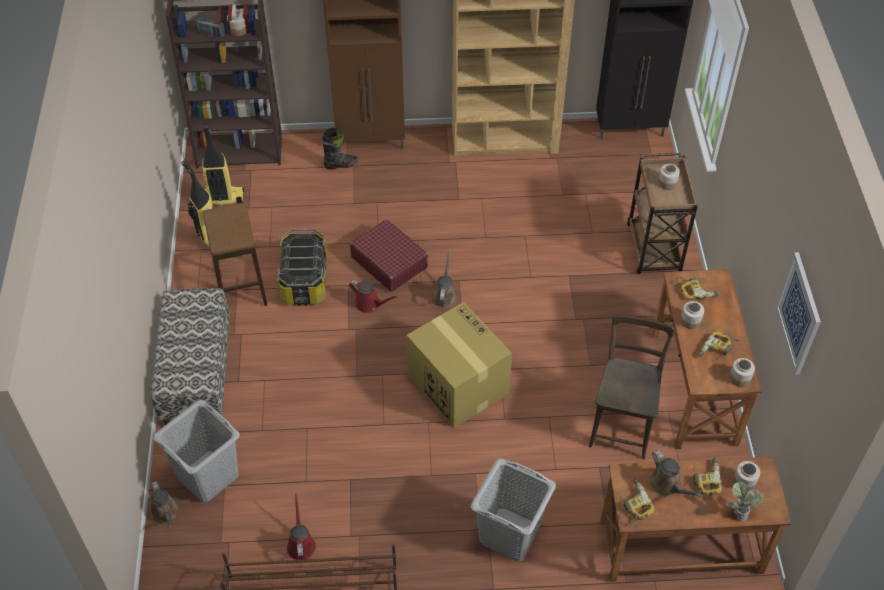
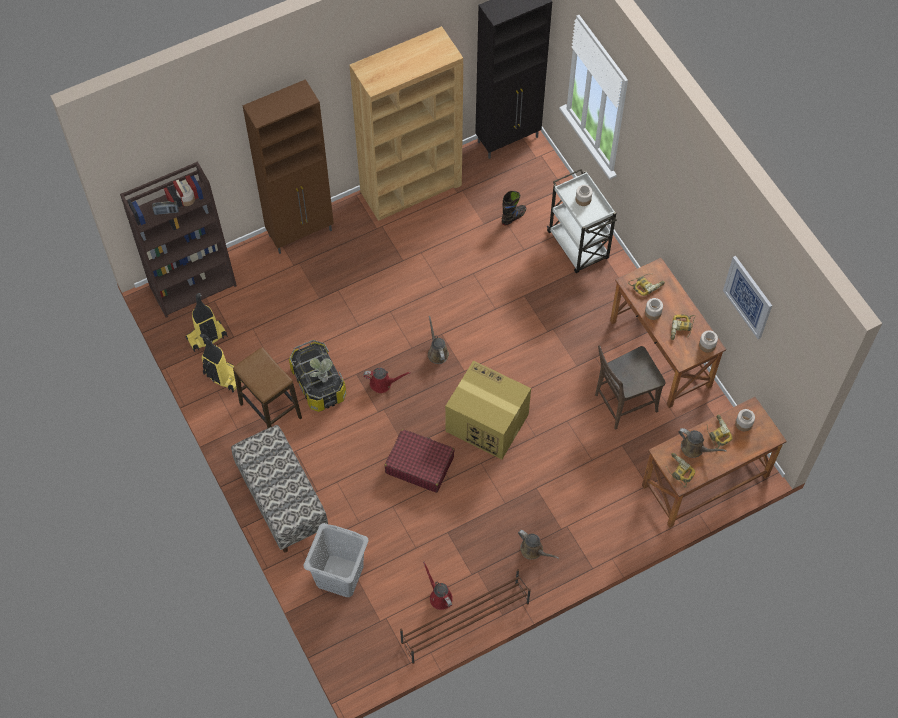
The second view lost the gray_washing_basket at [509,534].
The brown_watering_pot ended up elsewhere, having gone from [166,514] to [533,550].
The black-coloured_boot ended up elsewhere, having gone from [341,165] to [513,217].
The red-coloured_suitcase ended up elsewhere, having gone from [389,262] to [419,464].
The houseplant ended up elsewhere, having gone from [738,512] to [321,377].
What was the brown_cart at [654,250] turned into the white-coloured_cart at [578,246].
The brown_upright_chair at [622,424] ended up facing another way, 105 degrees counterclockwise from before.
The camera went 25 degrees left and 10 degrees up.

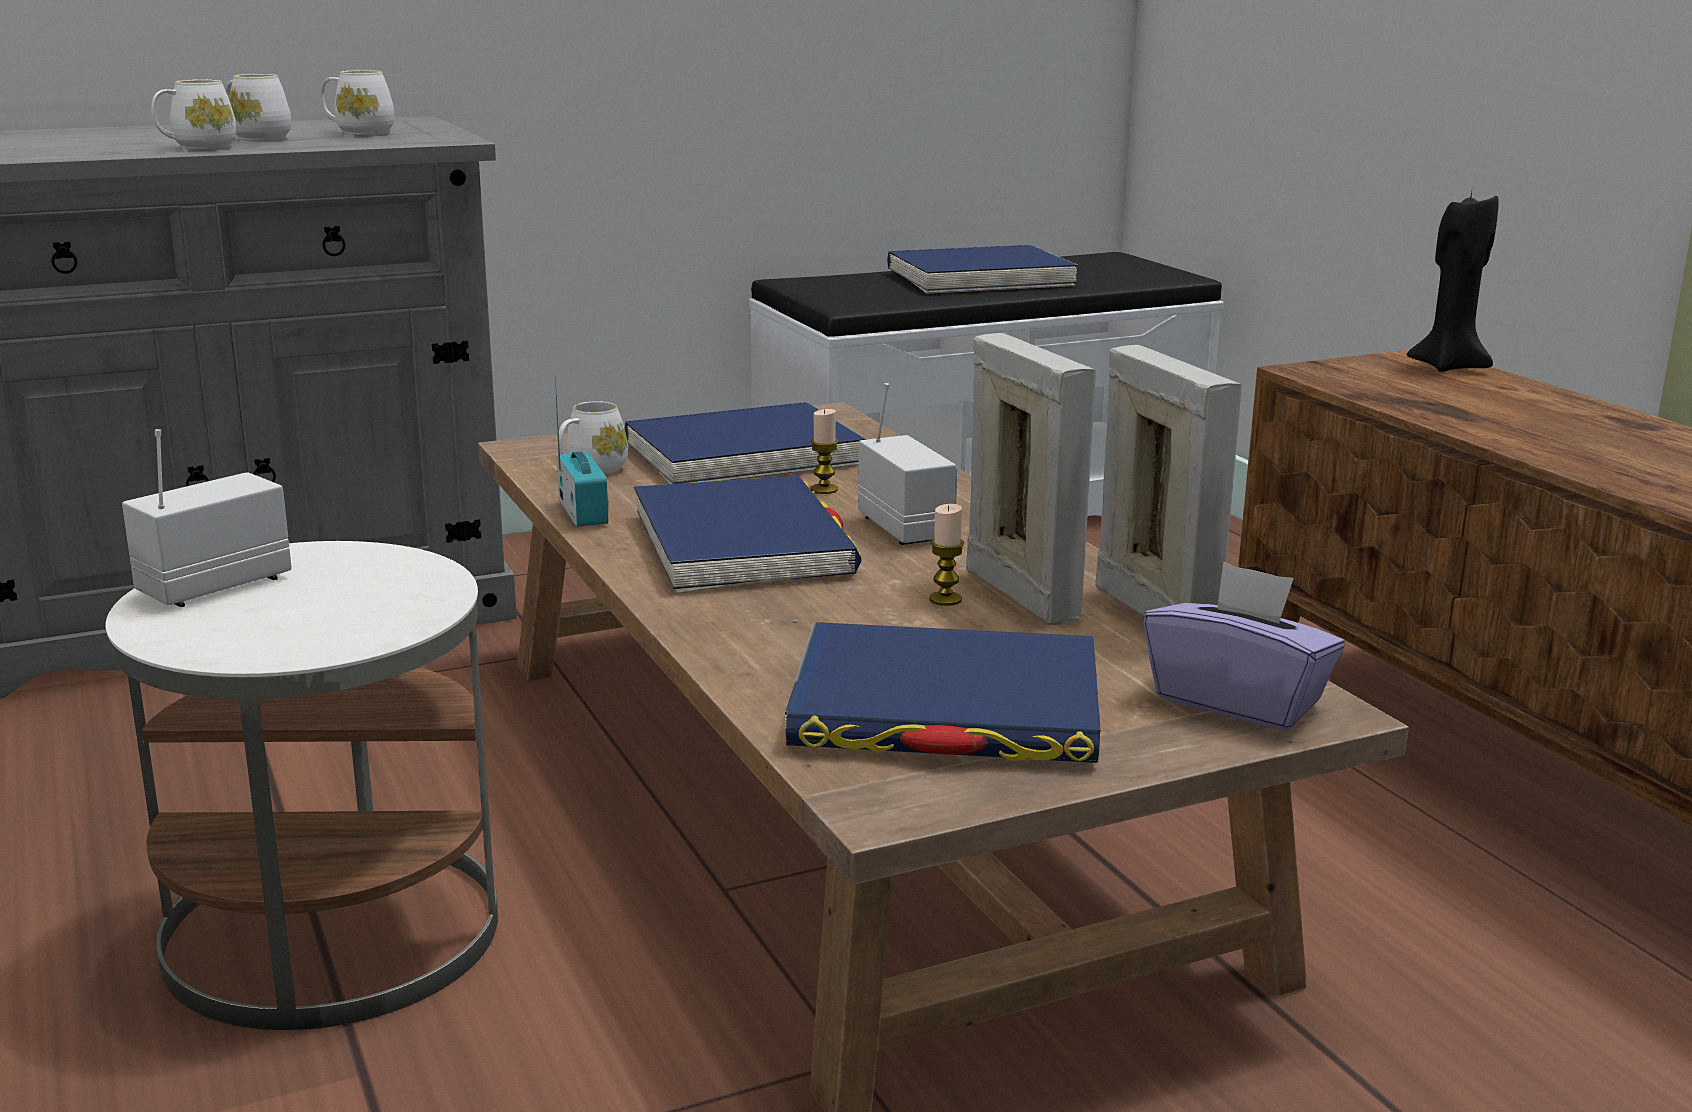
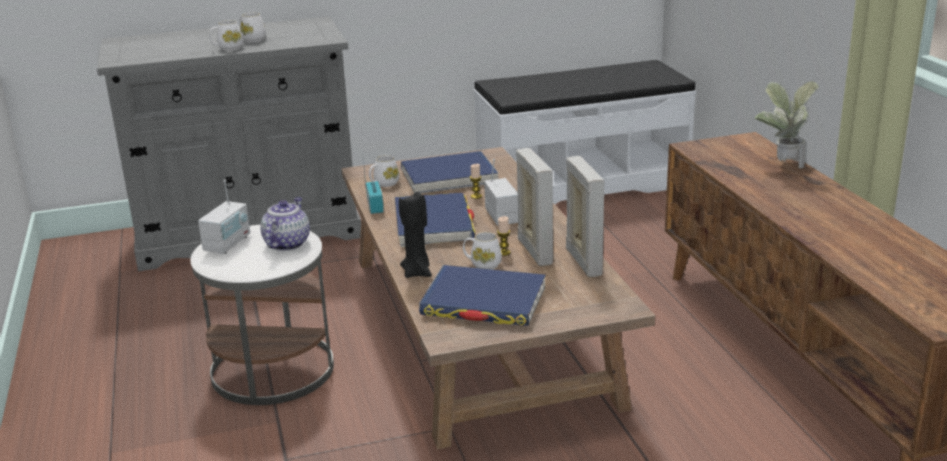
The second view lost the blue_book at [980,278].
The second view lost the purplish_tissue_holder at [1238,701].
The second view gained the teapot at [287,243].
The second view gained the houseplant at [782,165].
The white-coloured_tea_mug ended up elsewhere, having gone from [358,132] to [482,264].
The black-coloured_candle ended up elsewhere, having gone from [1448,366] to [417,272].
The radio at [213,585] ended up facing another way, 150 degrees clockwise from before.
The camera went 10 degrees right and 5 degrees up.

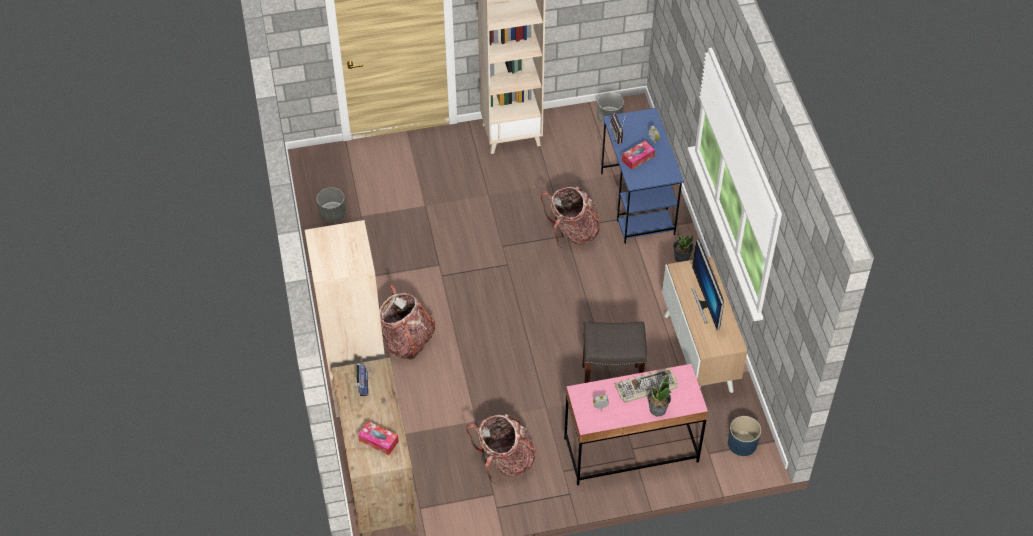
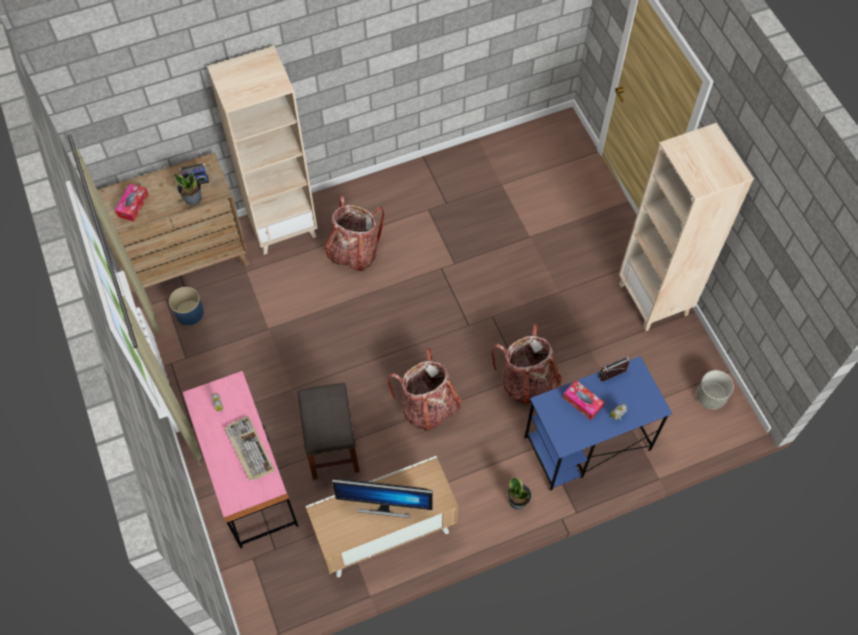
The second view lost the gray_flower_pot at [332,214].
The rucksack ended up elsewhere, having gone from [505,461] to [428,406].
The houseplant ended up elsewhere, having gone from [657,409] to [193,198].
The blue_flower_pot ended up elsewhere, having gone from [742,443] to [189,312].
The computer_display at [705,304] ended up facing another way, 150 degrees counterclockwise from before.
The camera went 80 degrees right and 10 degrees up.

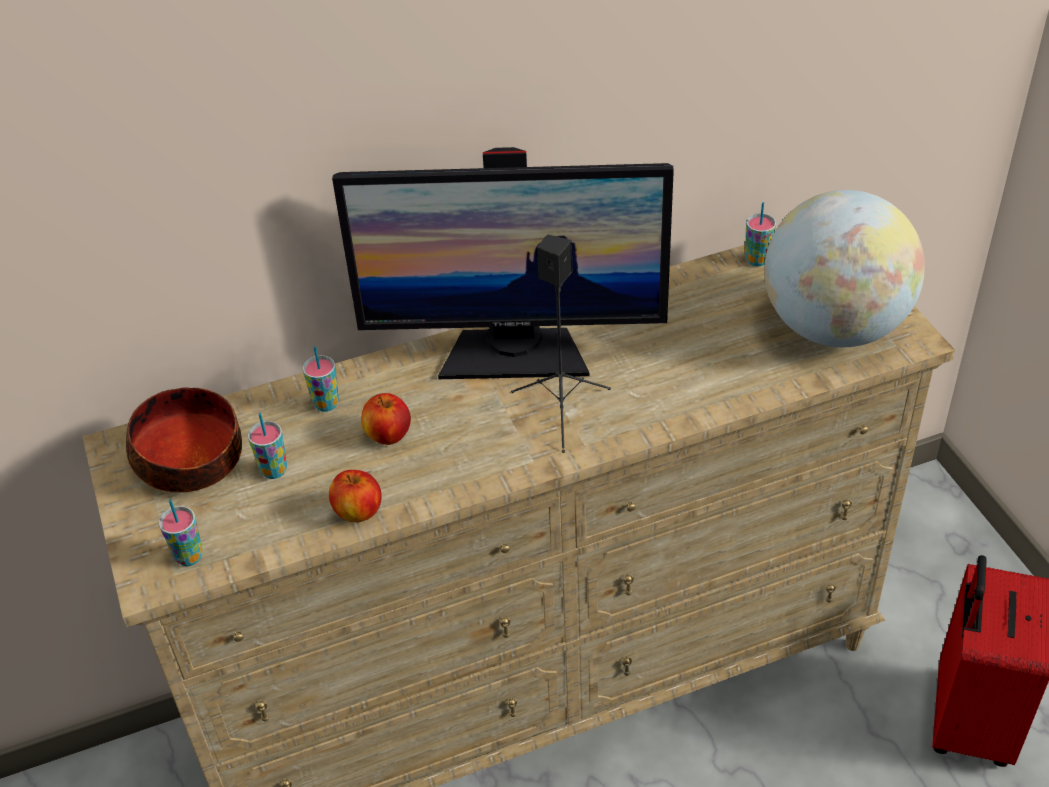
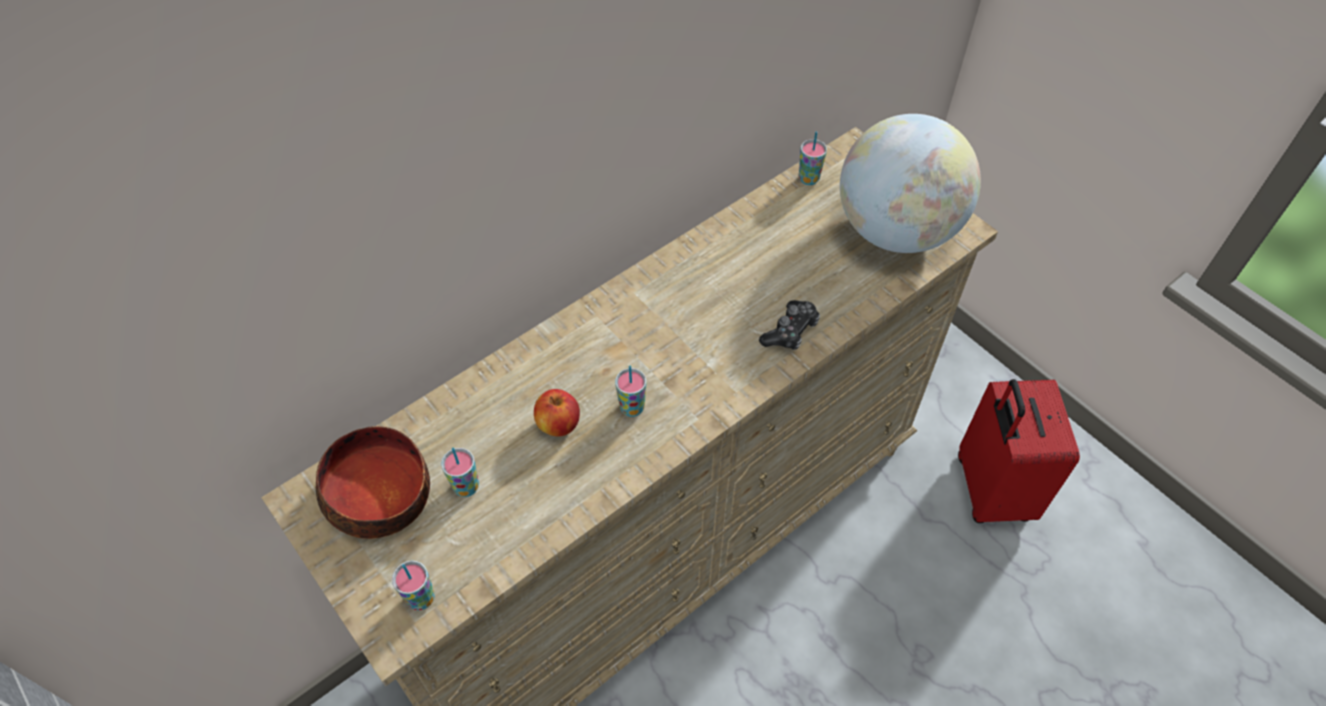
The second view lost the whole_apple at [358,512].
The second view lost the computer_display at [514,351].
The second view lost the black-coloured_audio_speaker at [562,409].
The second view gained the gamepad at [790,331].
The small_cup ended up elsewhere, having gone from [326,404] to [632,408].
The camera went 20 degrees left and 10 degrees up.

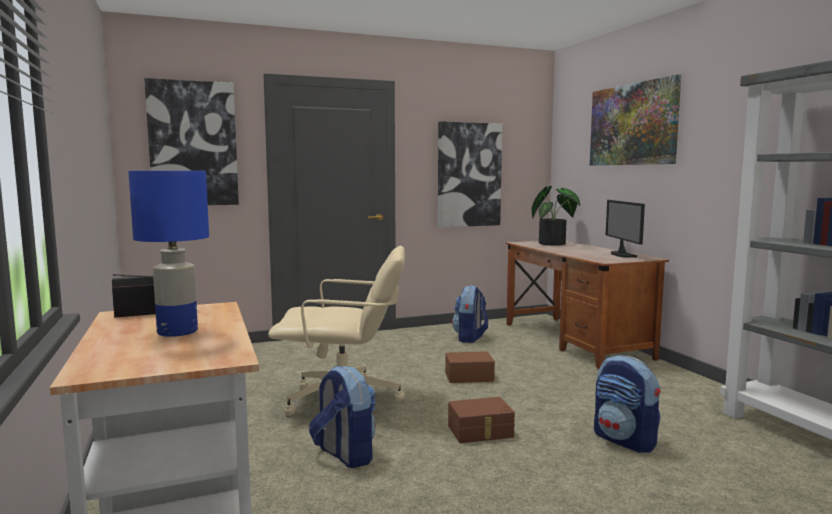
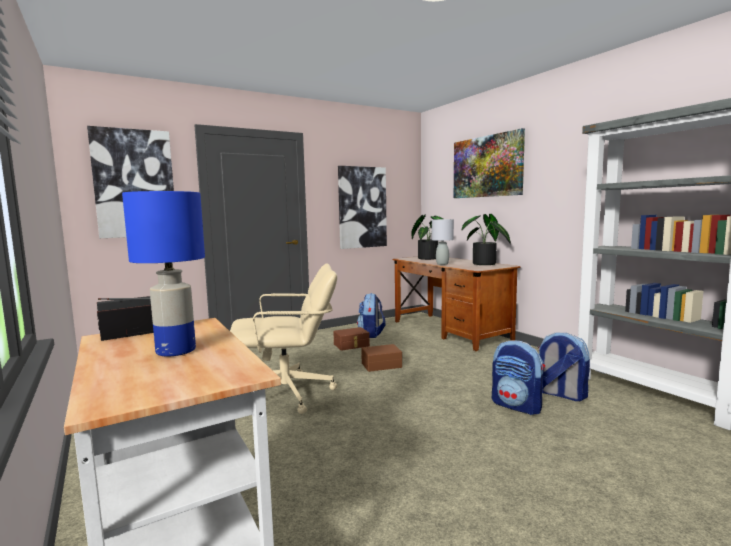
The second view gained the gray_lamp_for_a_table at [442,264].
The rucksack ended up elsewhere, having gone from [344,455] to [560,394].
The brown_storage_bin ended up elsewhere, having gone from [481,432] to [352,345].
Where the computer_display stood at [622,255], the houseplant came to stand at [485,264].
The camera went 10 degrees left and 0 degrees up.

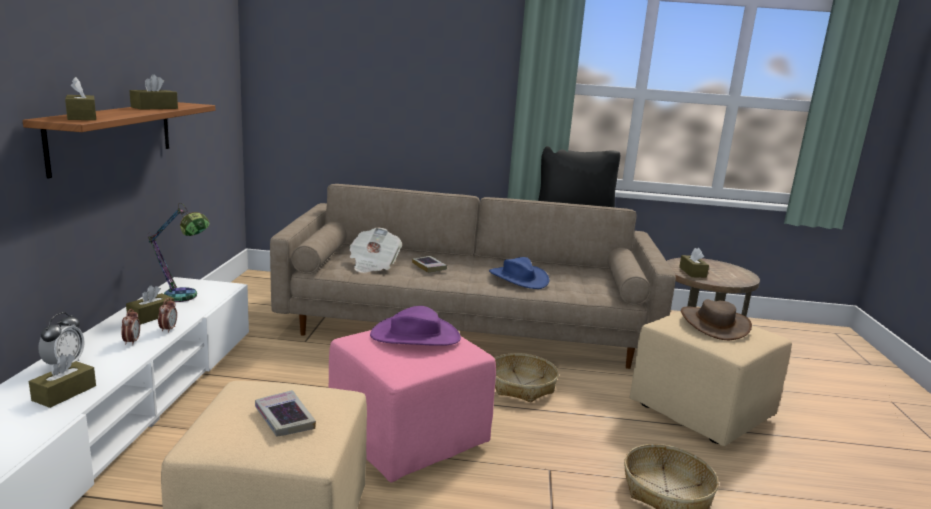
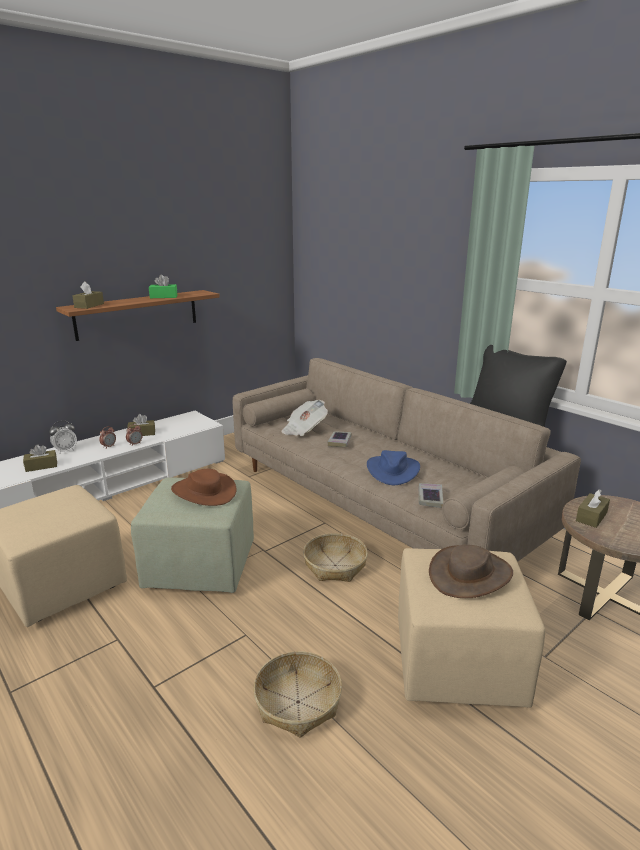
The second view lost the lamp_for_a_table at [185,299].
The book ended up elsewhere, having gone from [284,418] to [430,498].
What was the brown_tissue_holder at [154,108] turned into the green-coloured_tissue_holder at [163,297].
What was the pinkish_footrest at [409,437] turned into the green-coloured_footrest at [202,566].
What was the purplish_hat at [415,336] turned into the brown_hat at [204,491].
The camera went 45 degrees right and 5 degrees up.

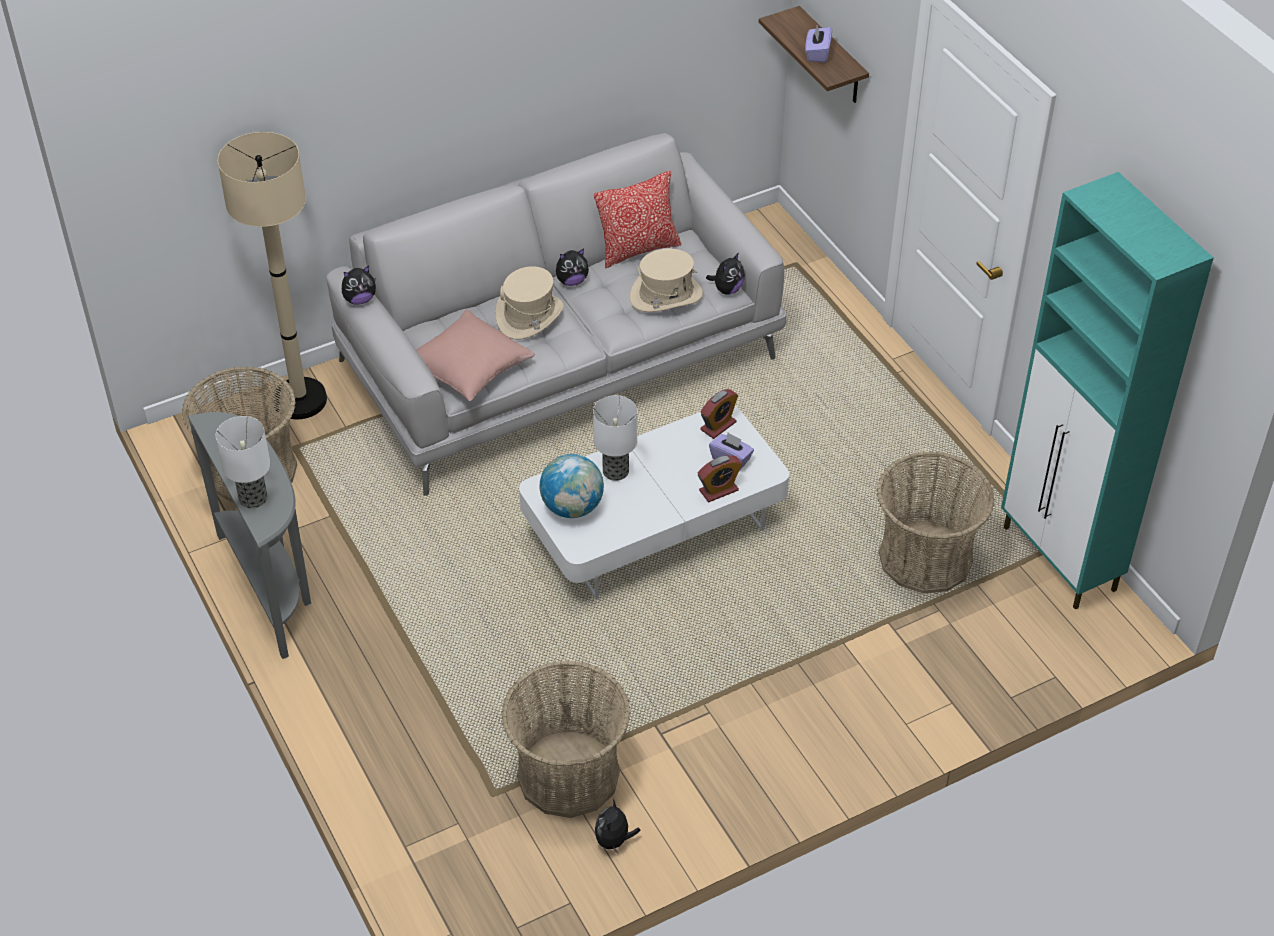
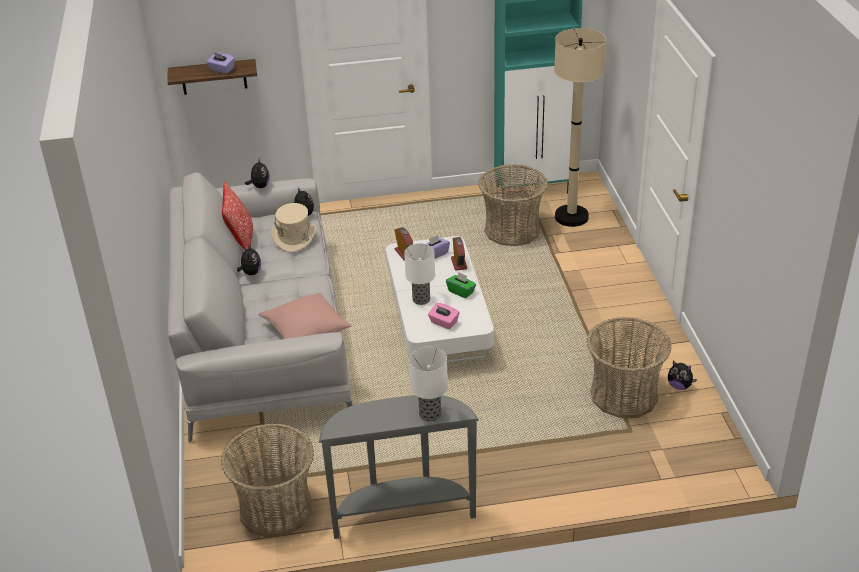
The second view lost the beige-coloured_hat at [530,316].
The second view gained the green-coloured_tissue_holder at [461,291].
The beige-coloured_floor_lamp ended up elsewhere, having gone from [300,400] to [571,217].
The plush_toy ended up elsewhere, having gone from [359,299] to [260,186].
Where the world_globe stood at [572,507], the pinkish_tissue_holder came to stand at [443,323].
The camera went 70 degrees left and 10 degrees down.

